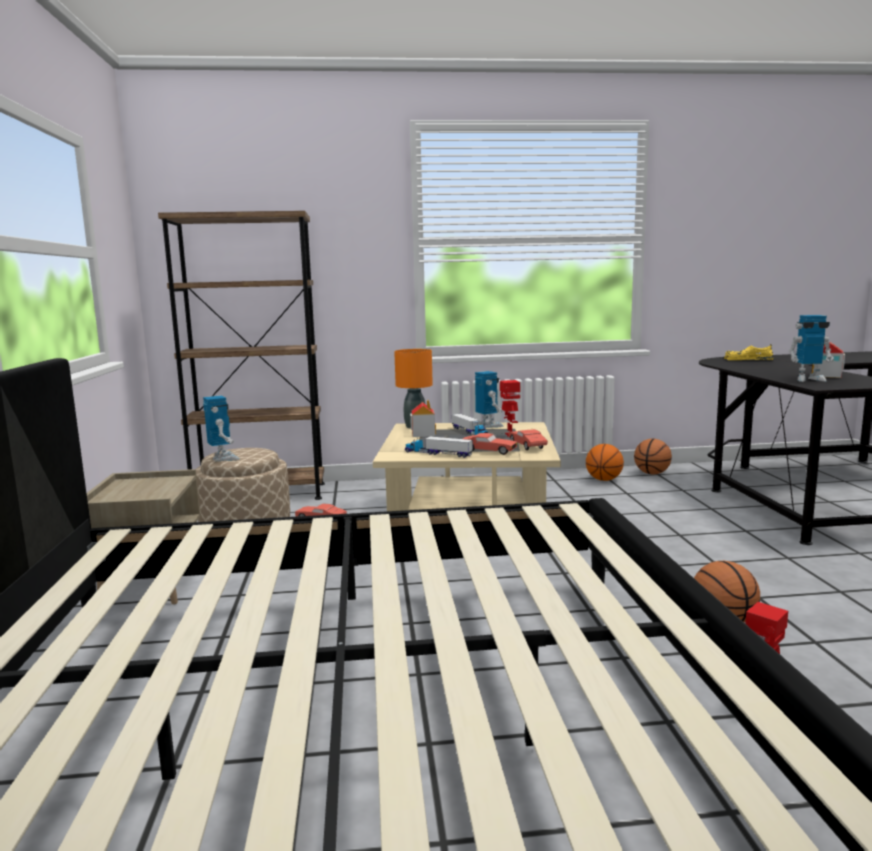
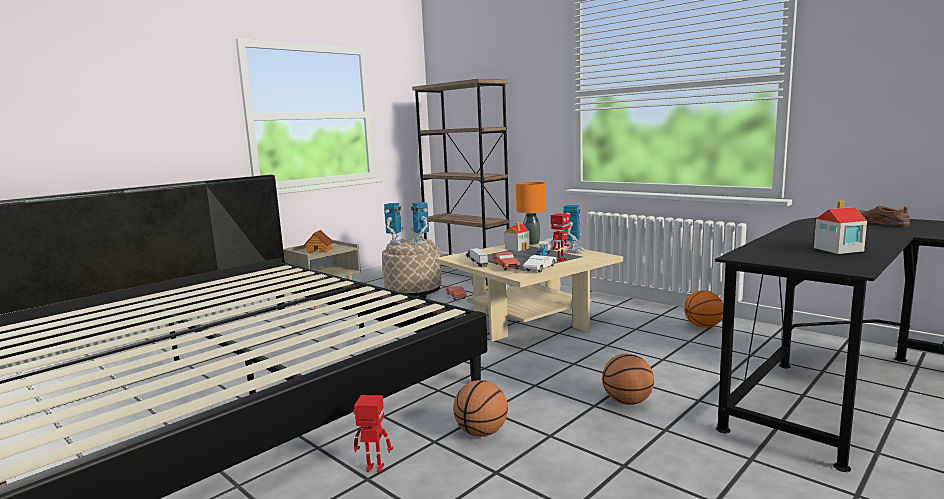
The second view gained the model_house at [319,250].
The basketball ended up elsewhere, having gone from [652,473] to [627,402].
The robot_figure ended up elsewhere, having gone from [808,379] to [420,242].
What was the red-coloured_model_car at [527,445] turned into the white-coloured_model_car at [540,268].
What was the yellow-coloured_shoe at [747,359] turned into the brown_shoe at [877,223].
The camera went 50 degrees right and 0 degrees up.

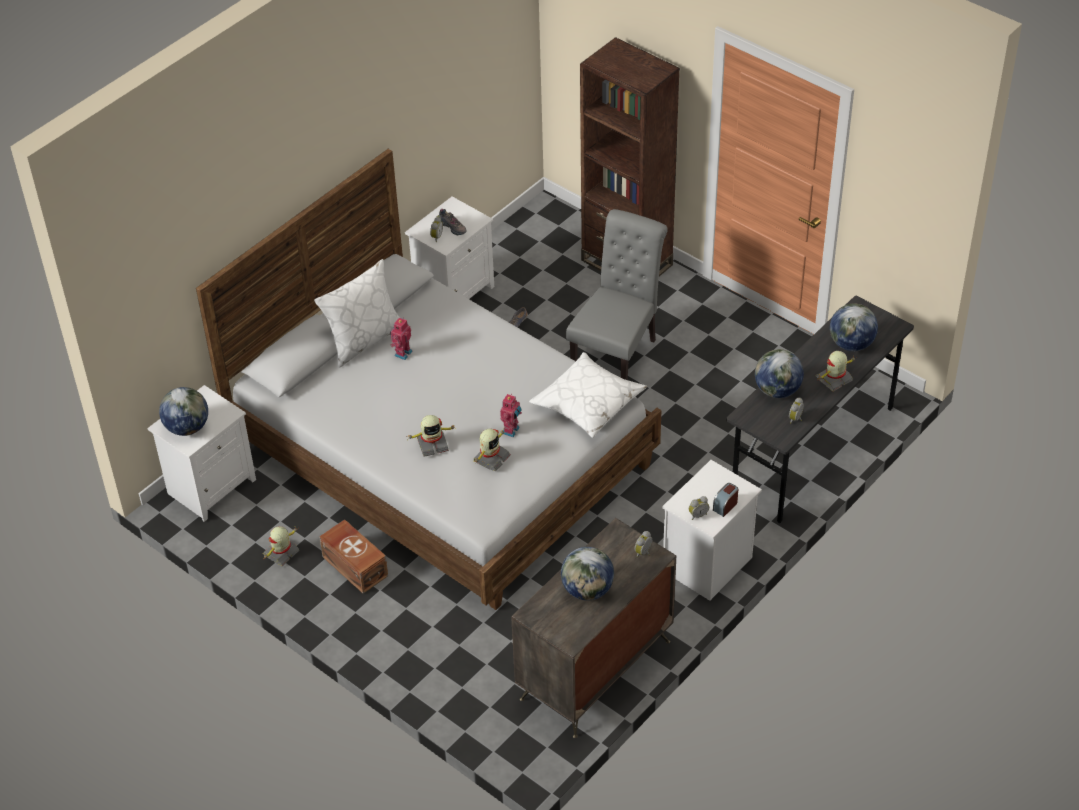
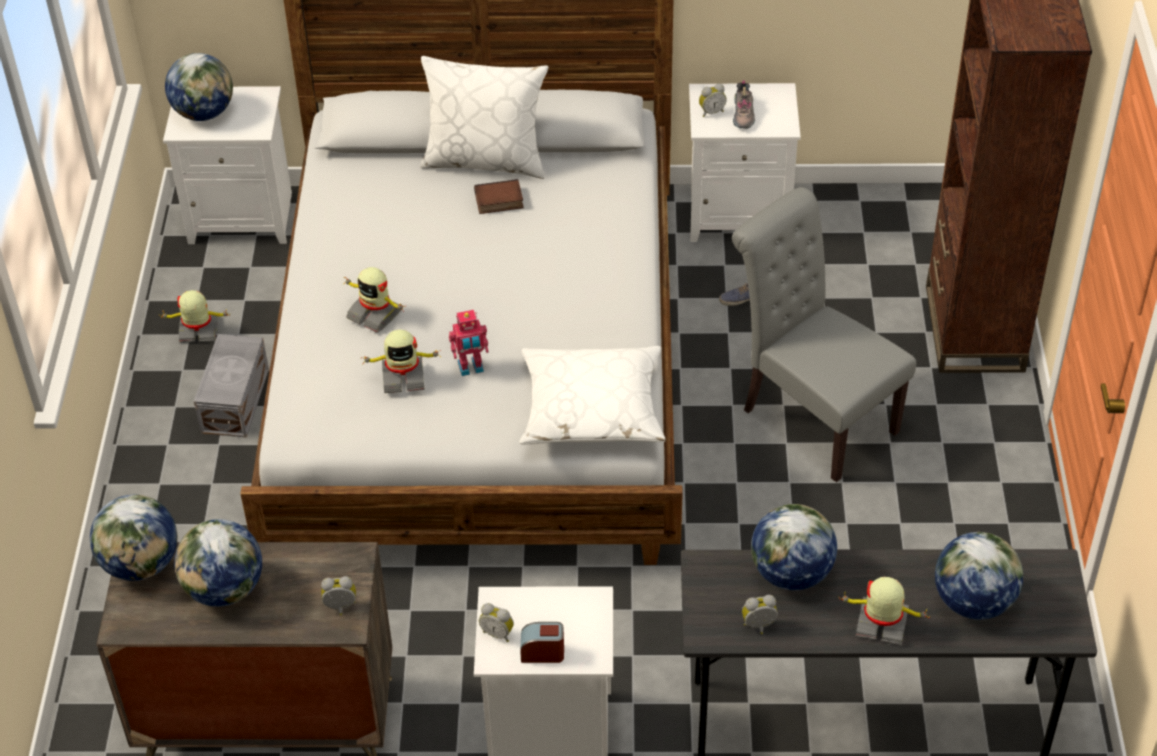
The second view gained the world_globe at [141,564].
Where the robot_figure stood at [402,353], the book came to stand at [498,201].
What was the brown_storage_bin at [355,565] turned into the gray_storage_bin at [237,400].
The gray_upright_chair at [618,353] ended up facing another way, 120 degrees counterclockwise from before.
The camera went 50 degrees right and 0 degrees up.

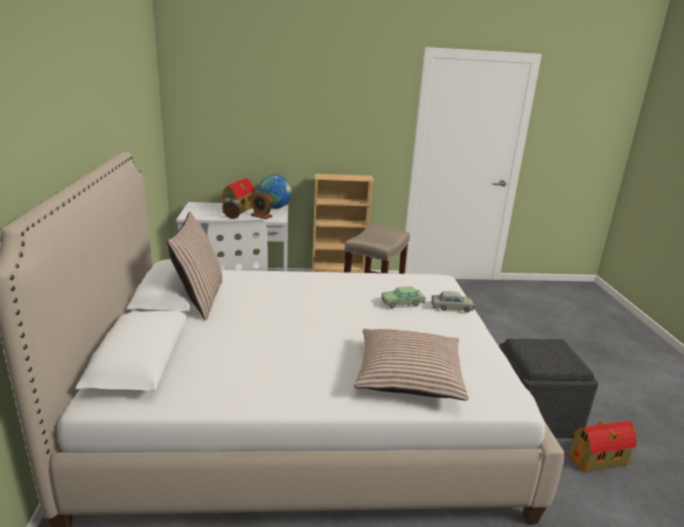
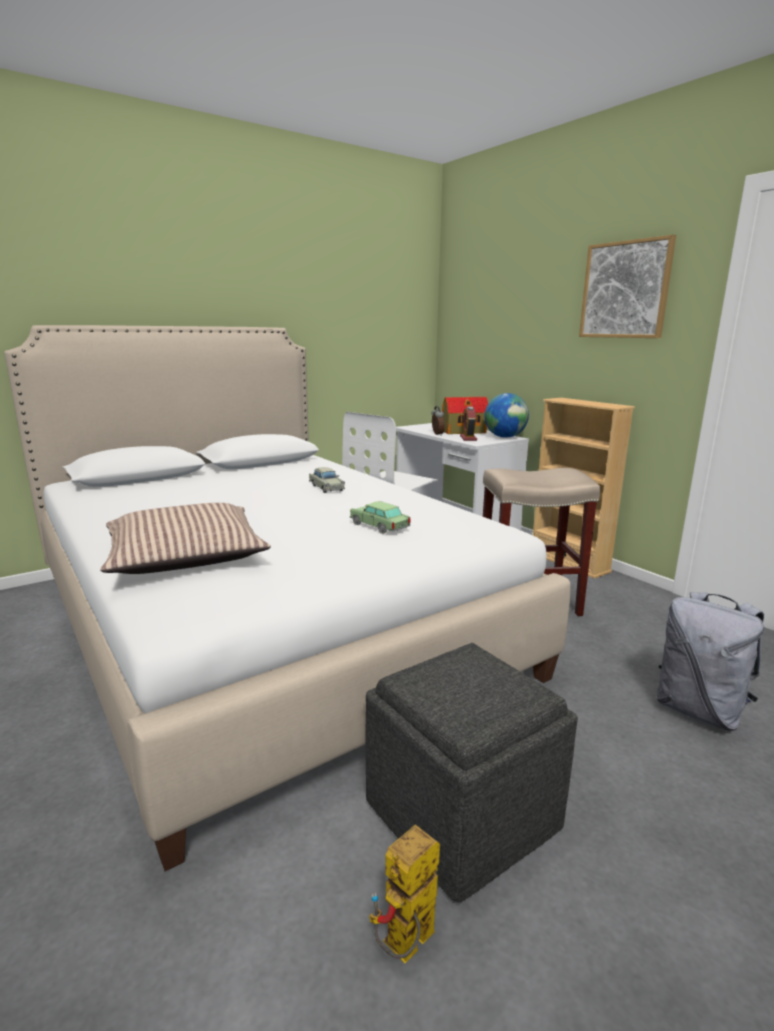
The second view lost the throw_pillow at [199,299].
The second view gained the wall_art at [625,290].
The second view gained the gray_rucksack at [699,710].
The beige-coloured_model_car ended up elsewhere, having gone from [451,307] to [326,487].
Where the model_house stood at [599,460], the robot_figure came to stand at [405,949].
The camera went 60 degrees right and 5 degrees down.

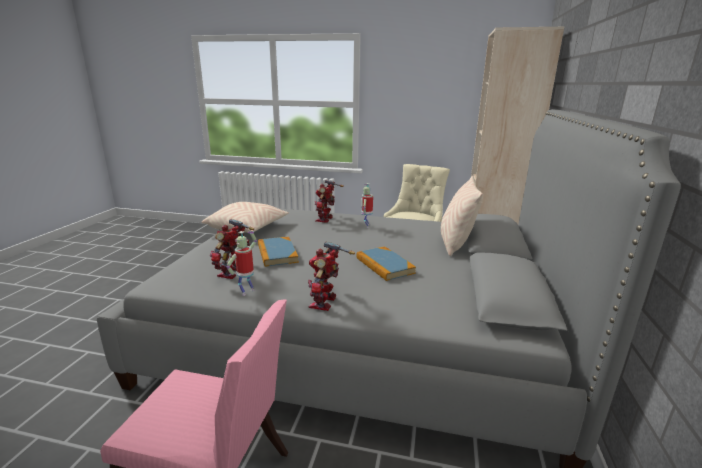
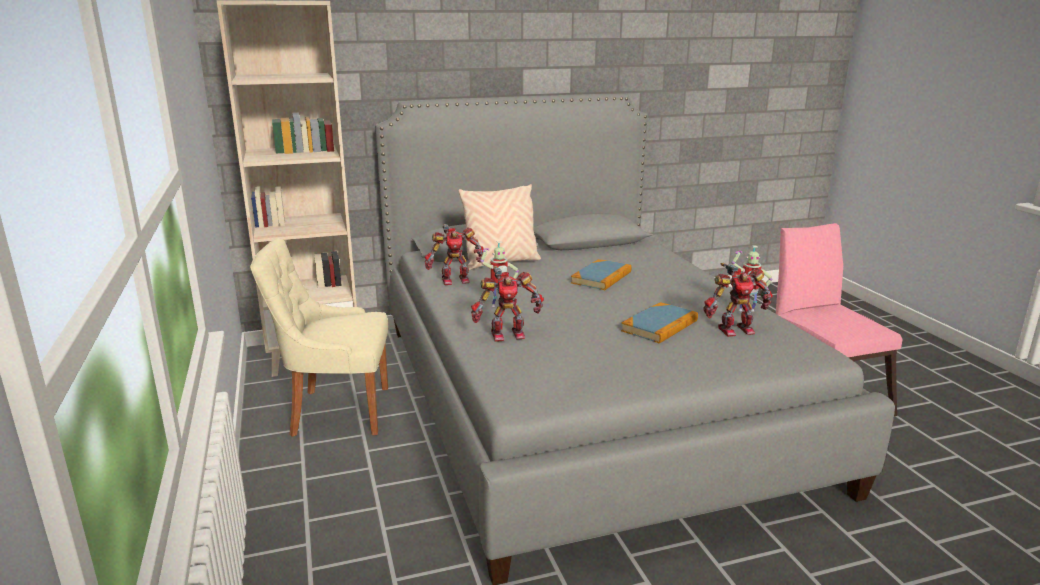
The second view lost the beige-coloured_throw_pillow at [247,228].
The robot_figure ended up elsewhere, having gone from [325,302] to [454,280].
The camera went 120 degrees left and 0 degrees up.

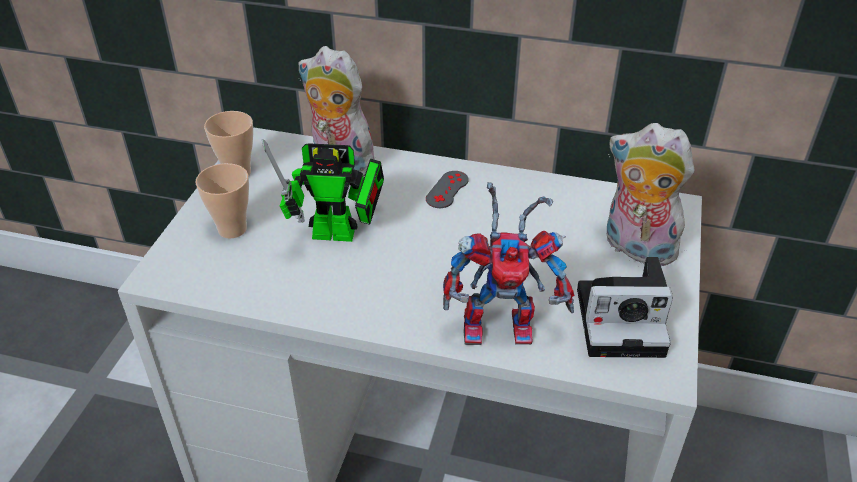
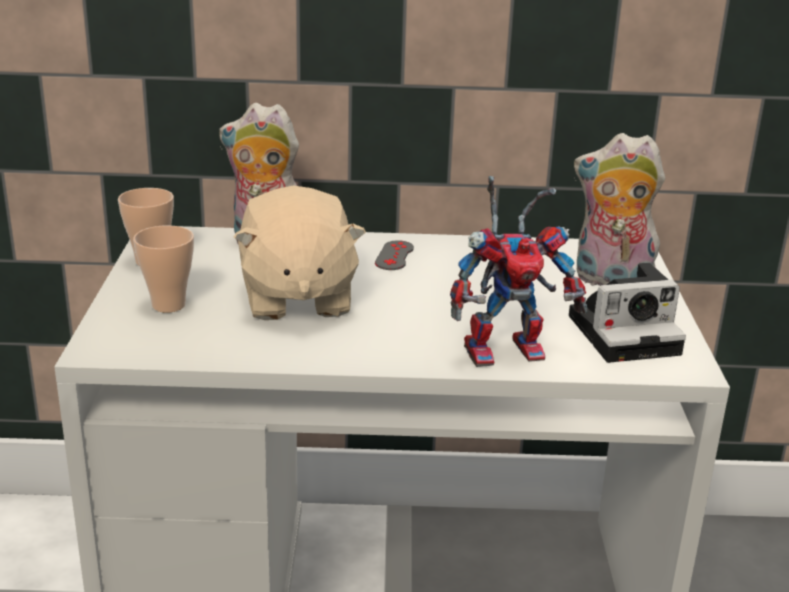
Where the robot_figure stood at [341,234], the beige-coloured_plush_toy came to stand at [296,298].
The camera went 15 degrees left and 15 degrees down.

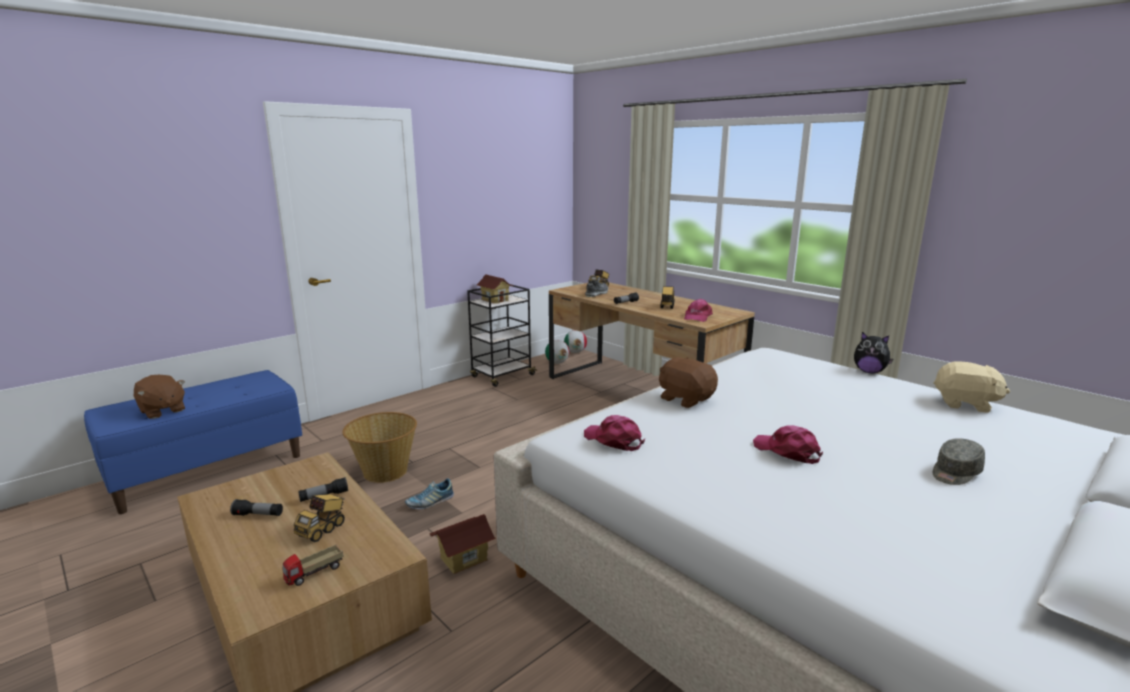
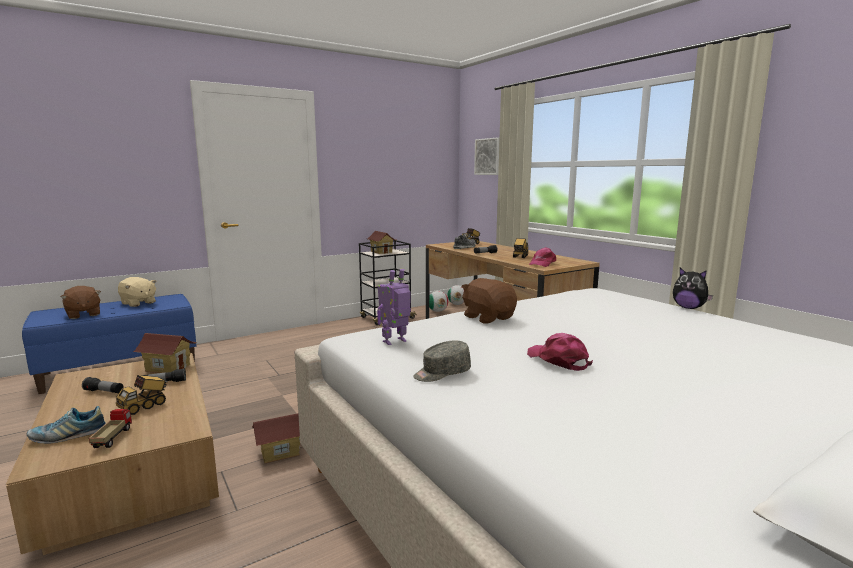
The second view lost the storage_basket at [384,471].
The second view gained the model_house at [168,368].
The second view gained the wall_art at [488,156].
The shoe ended up elsewhere, having gone from [430,502] to [68,436].
The gray_cap ended up elsewhere, having gone from [955,473] to [441,373].
The beige-coloured_plush_toy ended up elsewhere, having gone from [965,404] to [138,303].
Where the pinkish_cap stood at [613,440], the robot_figure came to stand at [395,341].
The toy_lorry at [314,574] ended up facing another way, 120 degrees clockwise from before.
The camera went 10 degrees right and 5 degrees down.

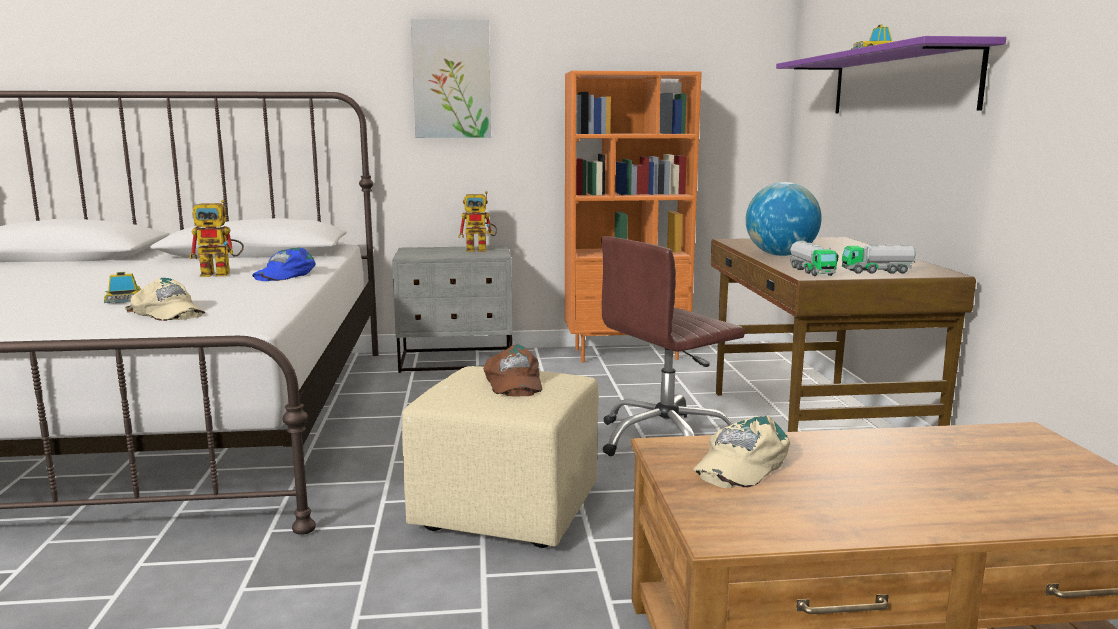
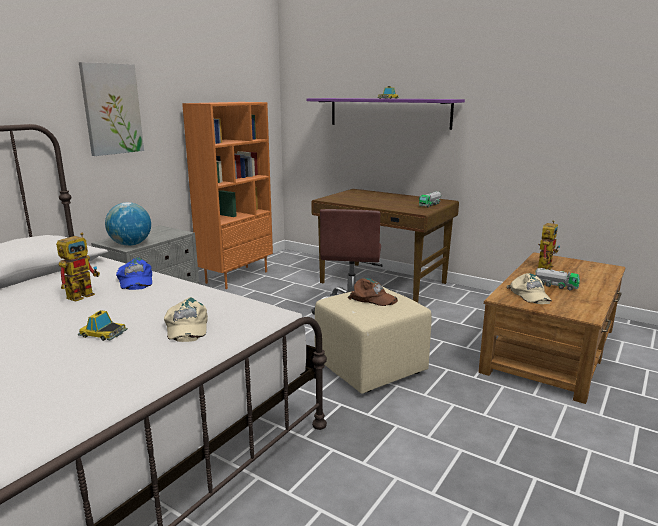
The robot_figure ended up elsewhere, having gone from [481,250] to [544,266].
The world_globe ended up elsewhere, having gone from [780,255] to [131,244].
The toy_lorry ended up elsewhere, having gone from [811,271] to [555,286].
The beige-coloured_cap at [167,312] ended up facing another way, 90 degrees clockwise from before.
The camera went 50 degrees left and 5 degrees up.

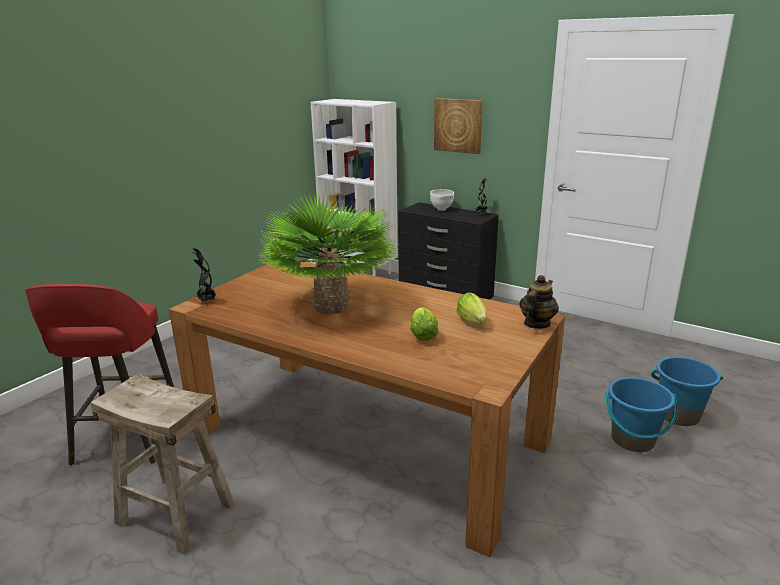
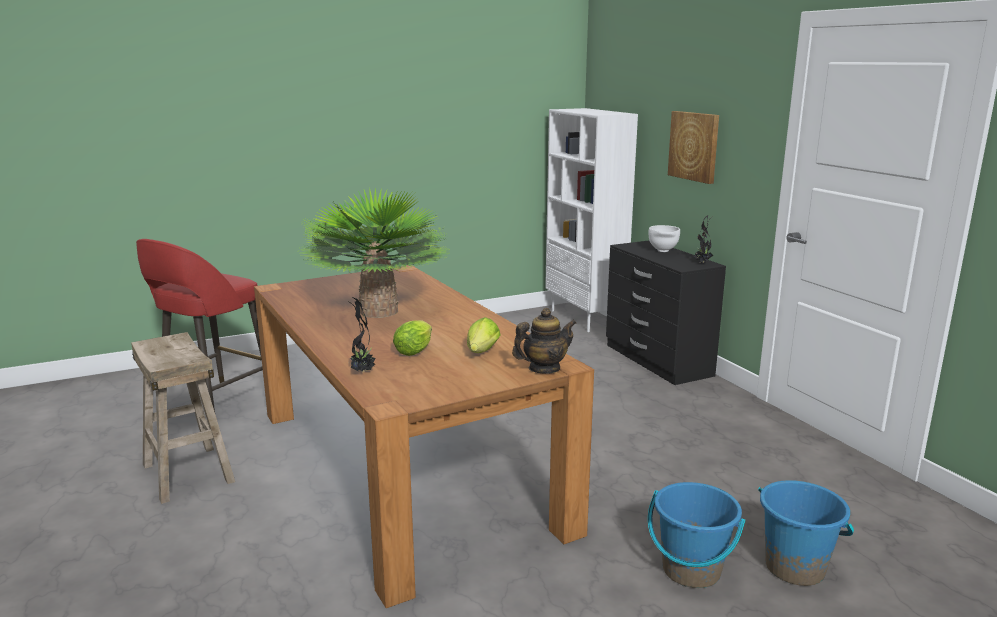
The houseplant ended up elsewhere, having gone from [206,301] to [362,371].
The camera went 30 degrees right and 5 degrees down.

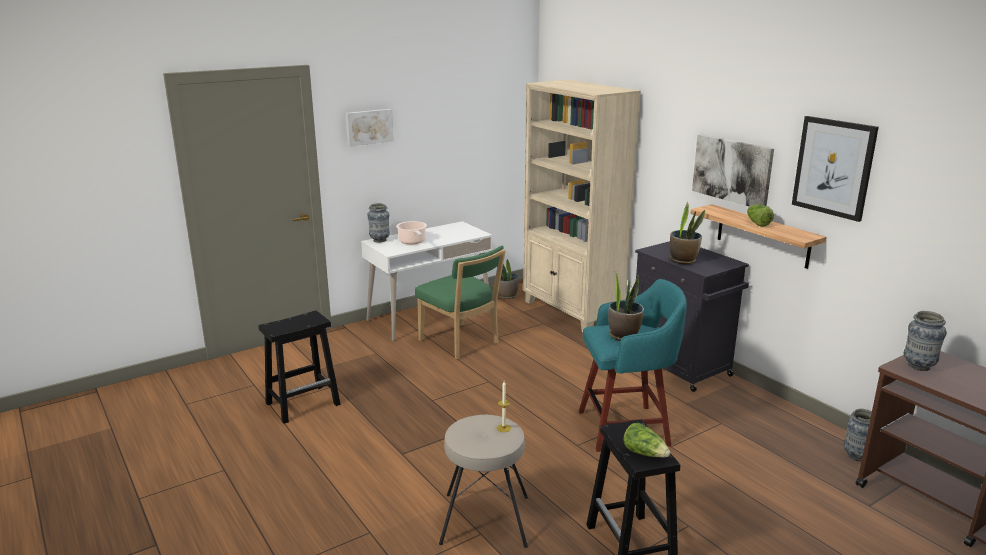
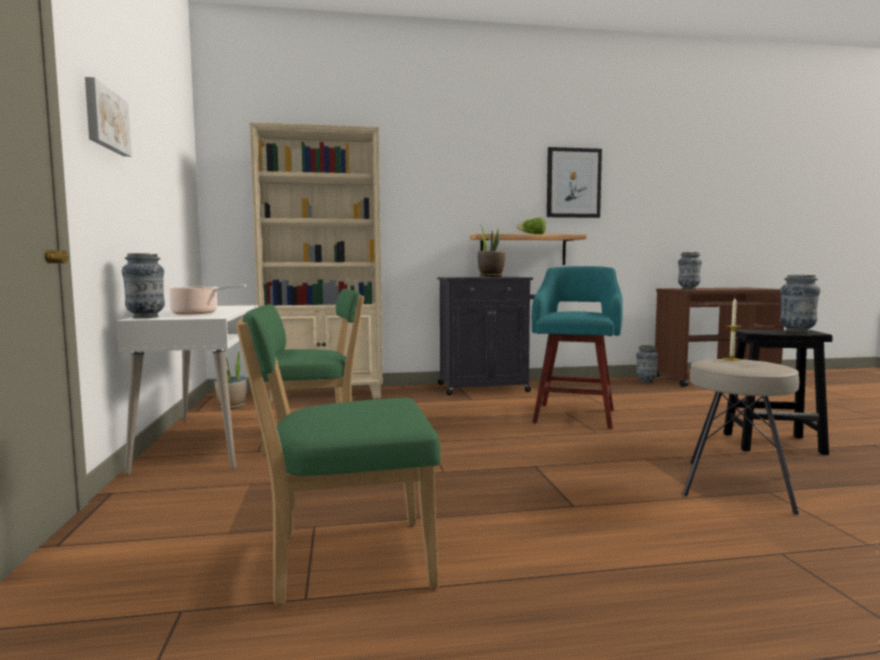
The second view lost the houseplant at [623,336].
The second view lost the wall_art at [732,170].
Where the black-coloured_stool stood at [304,403], the green-coloured_upright_chair came to stand at [344,560].
Where the lettuce_head stood at [645,453], the vase came to stand at [797,332].
The camera went 65 degrees left and 15 degrees down.

